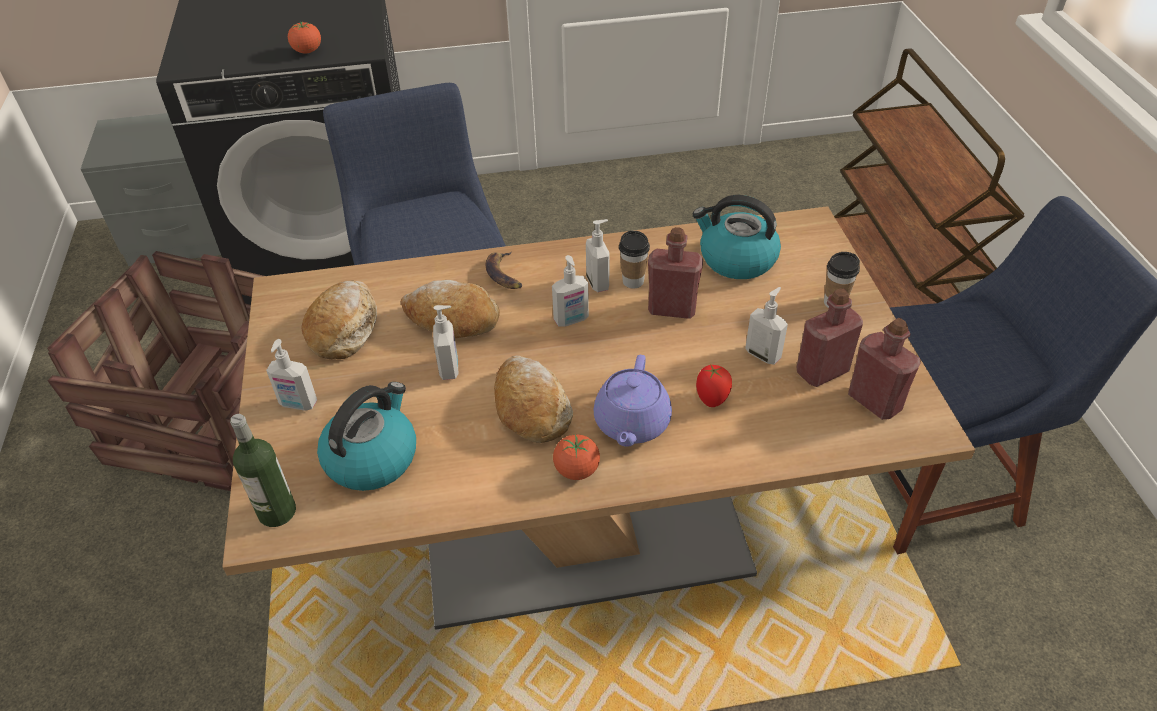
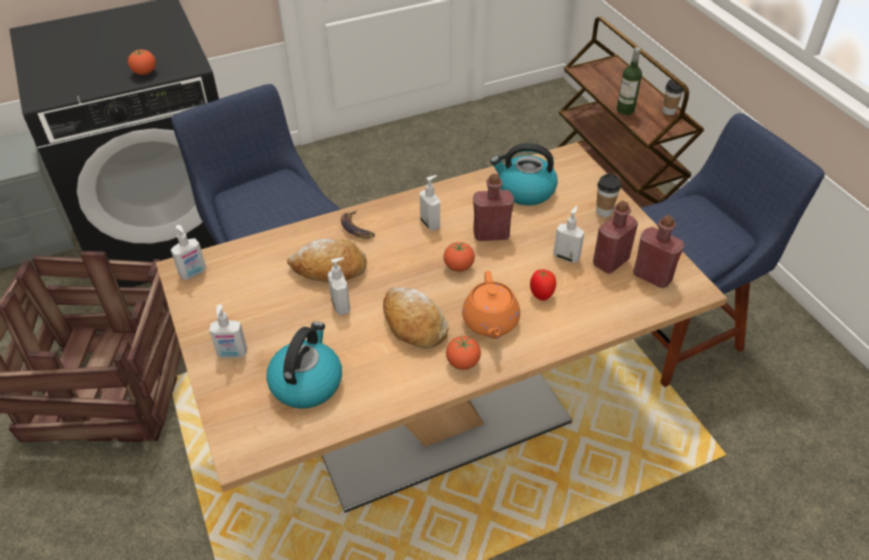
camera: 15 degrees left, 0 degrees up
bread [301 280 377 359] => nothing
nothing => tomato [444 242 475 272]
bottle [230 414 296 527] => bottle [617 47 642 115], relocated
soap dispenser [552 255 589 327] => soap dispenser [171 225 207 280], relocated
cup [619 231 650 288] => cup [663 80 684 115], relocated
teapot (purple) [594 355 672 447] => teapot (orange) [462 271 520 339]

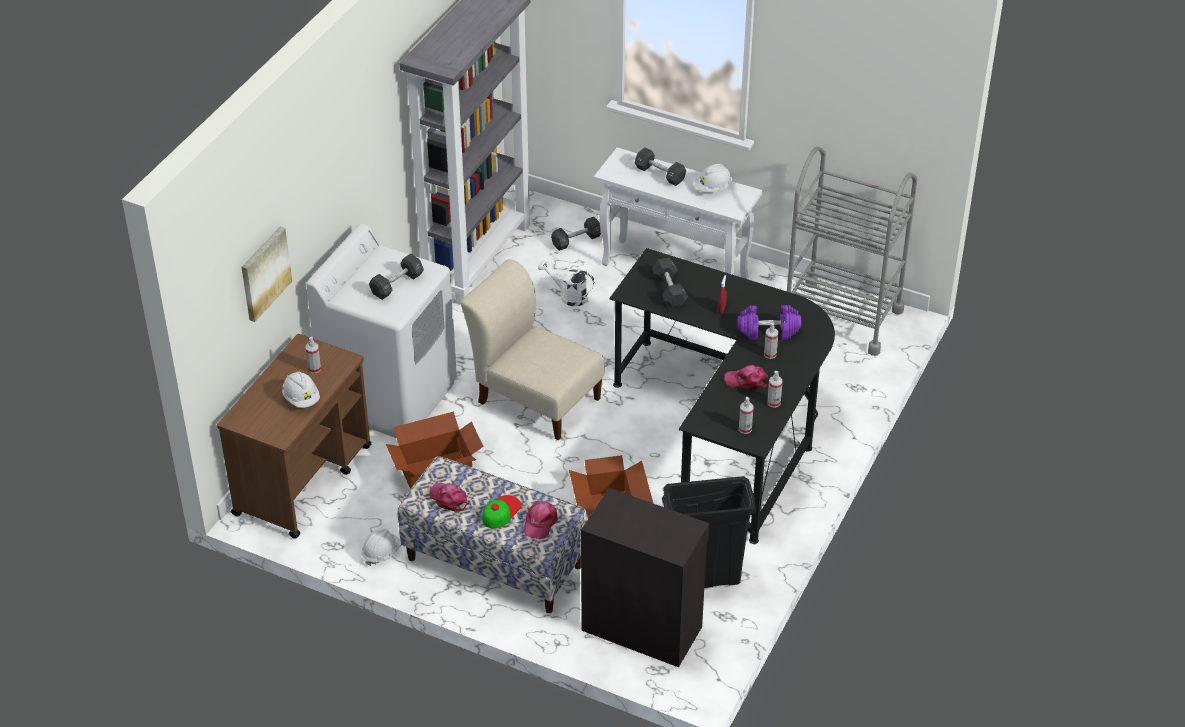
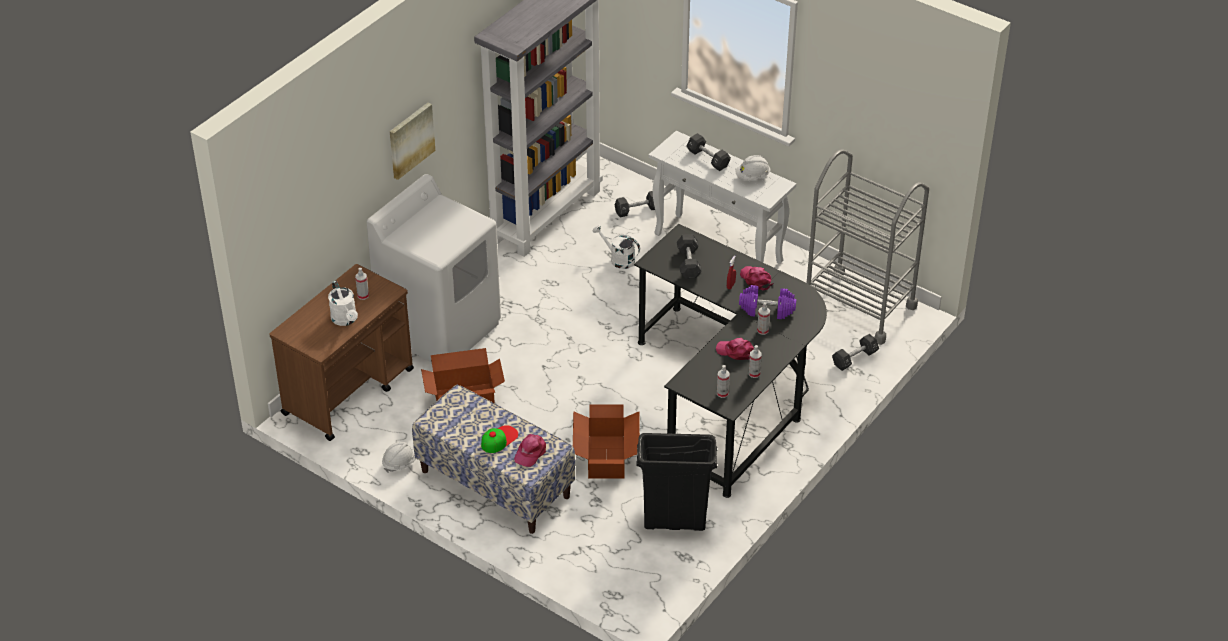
camera: 10 degrees right, 0 degrees up
chair (beige) [461 259 604 440] => nothing
cabinet (black) [581 488 710 667] => nothing
picture [242 227 292 322] => picture [390 103 435 180], relocated
dumbbell (black) [369 254 424 300] => dumbbell (black) [832 334 879 371], relocated
cap (pink) [429 483 470 512] => cap (pink) [740 266 773 290], relocated
hard hat (white) [282 371 320 408] => watering can (white) [328 281 358 326]

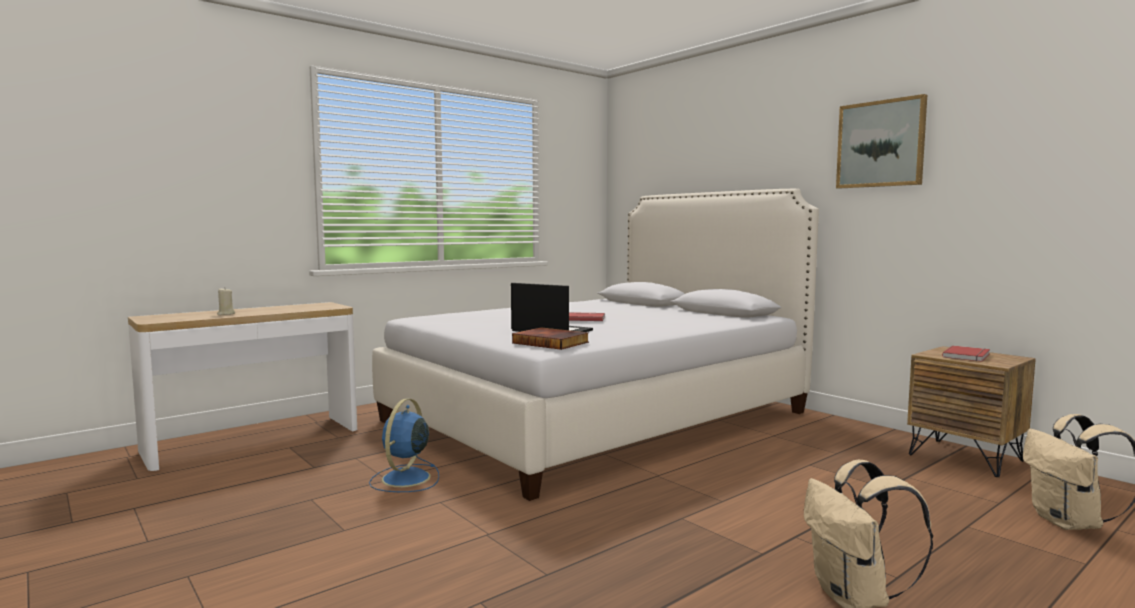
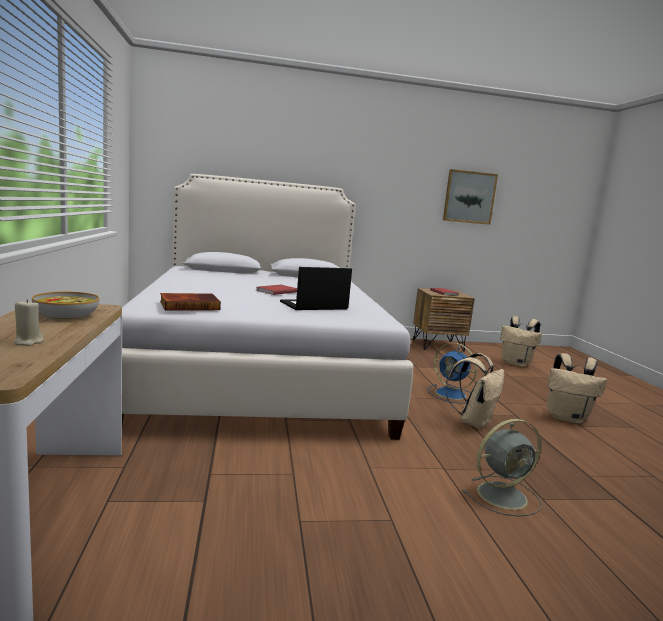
camera: 60 degrees left, 5 degrees up
nothing => bowl [32 292 100 321]
nothing => backpack (beige) [446 353 504 429]
nothing => fan (grey) [463 419 542 516]
fan (blue) [369 399 439 492] => fan (blue) [428 343 477 403], relocated
book [512 327 589 350] => book [160 293 221 311], relocated
picture [836 94 927 189] => picture [443 169 498 225], relocated

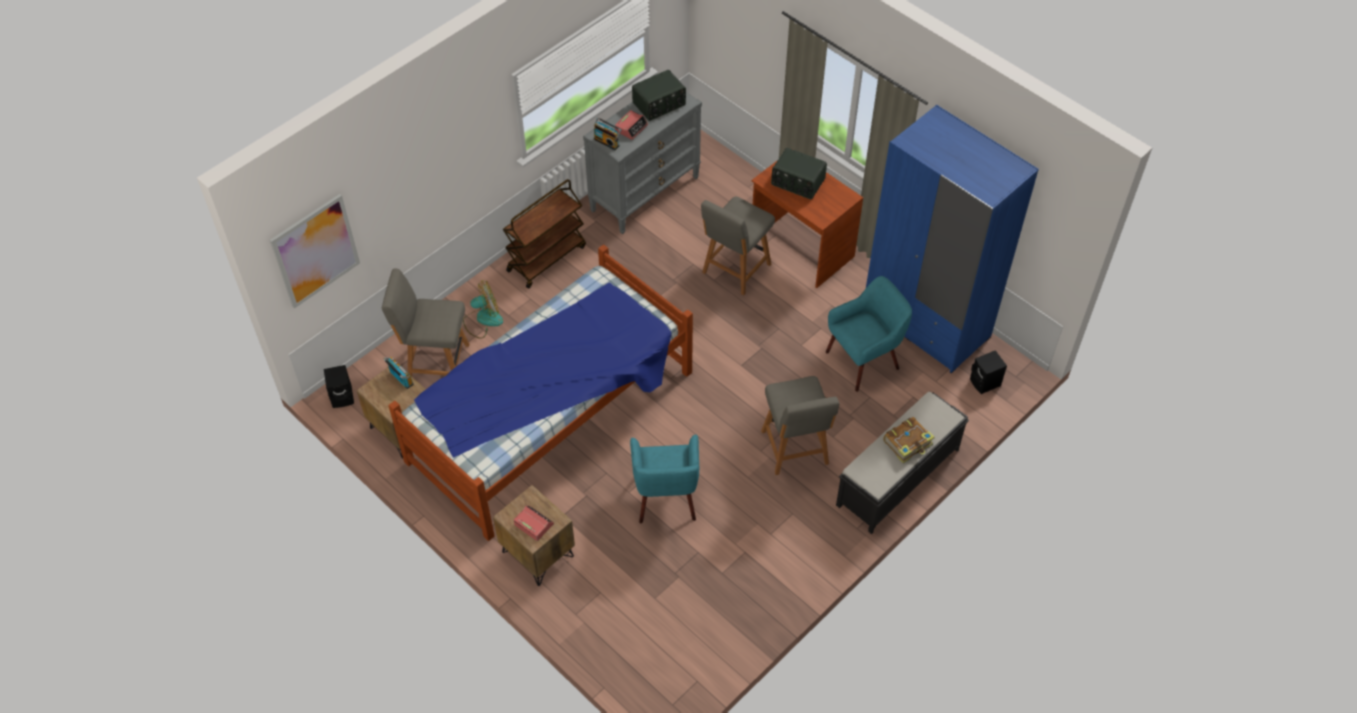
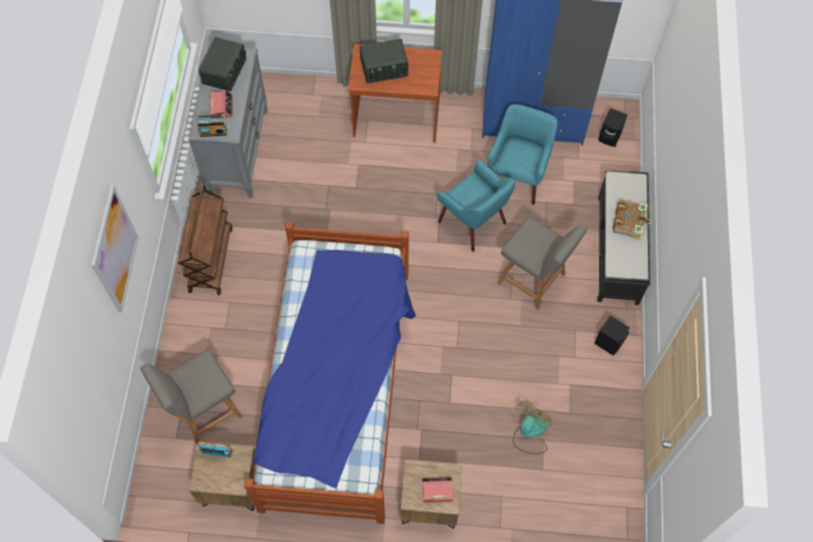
camera: 40 degrees left, 10 degrees up
chair (grey) [701 196 775 295] => nothing
picture [270 194 360 309] => picture [91 185 139 312], relocated
speaker (black) [324 365 354 408] => speaker (black) [594 315 630 355], relocated
fan [463 280 503 339] => fan [513 401 552 454], relocated
armchair (turquoise) [630 435 699 523] => armchair (turquoise) [437 160 515 252], relocated

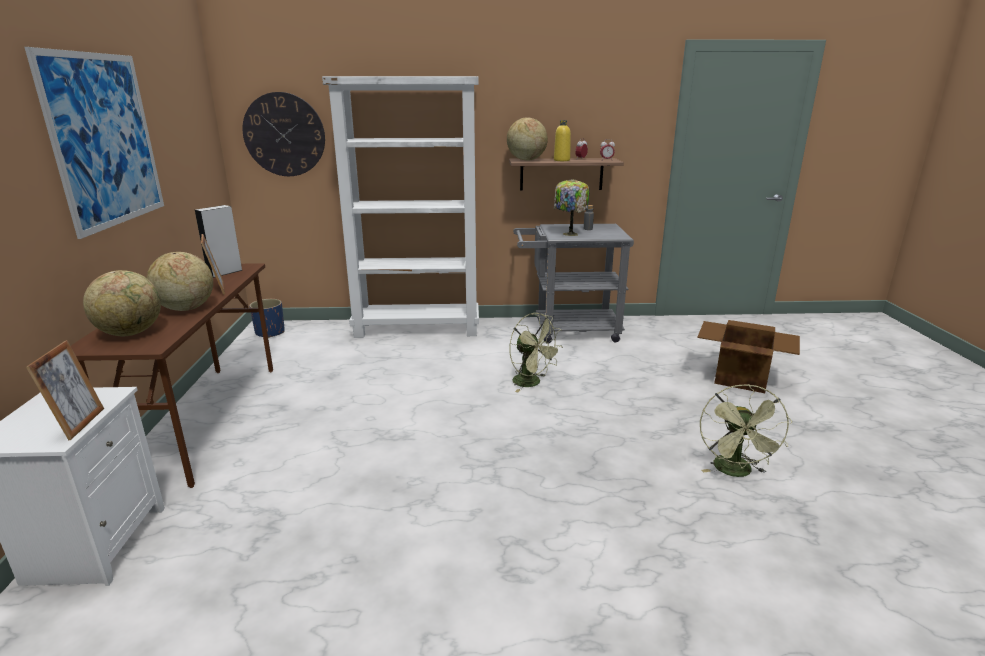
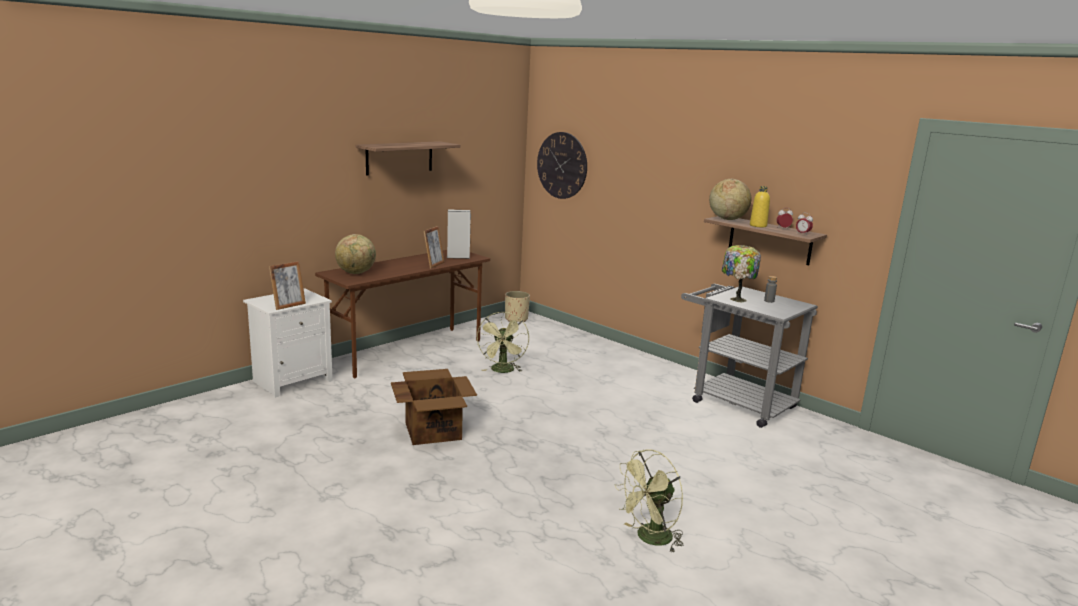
camera: 45 degrees right, 5 degrees down
globe [146 252 213 311] => nothing
bookcase (white) [322 76 479 338] => nothing
fan (green) [509 313 563 392] => fan (green) [477 312 529 373], relocated
cardboard box [697 320 800 393] => cardboard box [391 369 477 445], relocated
picture [24 47 164 239] => shelf [355 141 461 176]
planter (blue) [249 299 285 338] => planter (beige) [505 291 530 322]

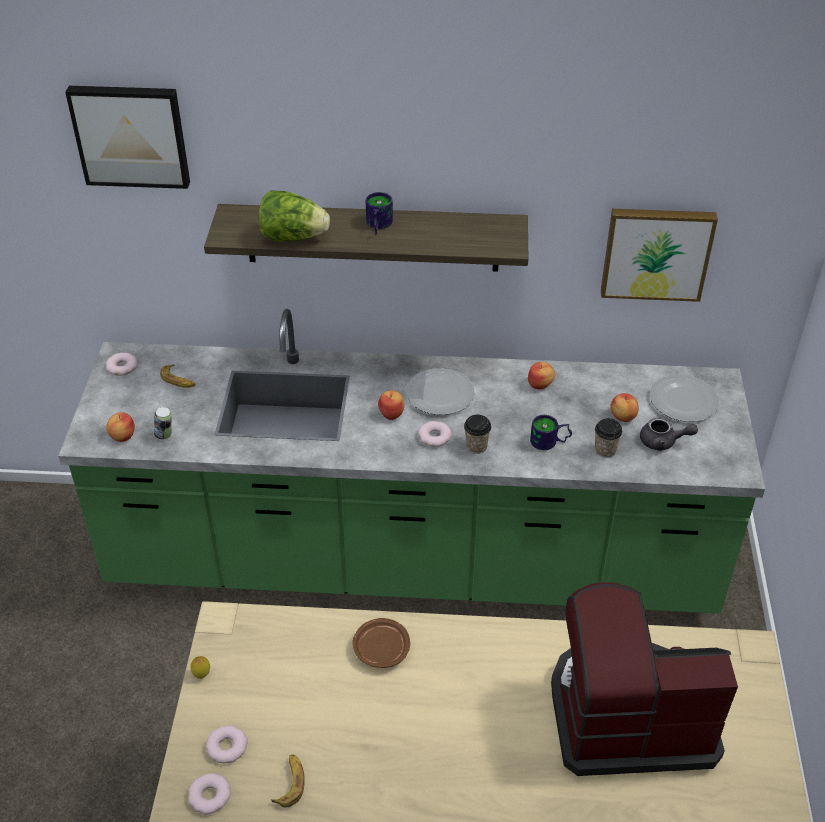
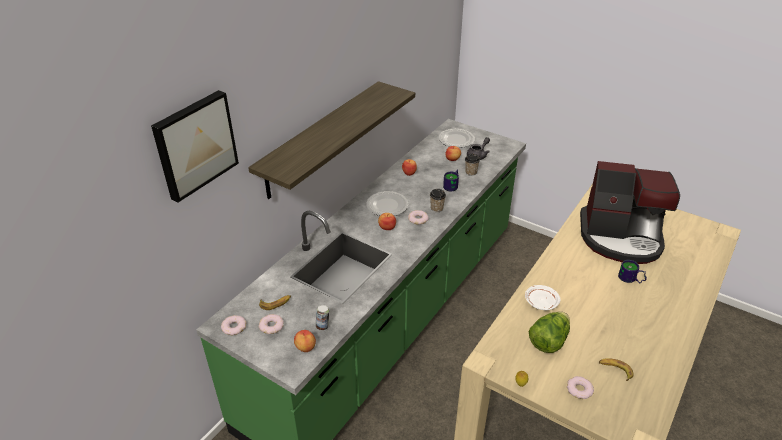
camera: 60 degrees left, 5 degrees down
picture [601 209 718 302] => nothing
donut [188 773 231 815] => donut [259 314 284 334], relocated
lettuce [259 190 330 242] => lettuce [529 312 570 353], relocated
mug [366 192 393 234] => mug [618 260 647 283], relocated
plate (brown) [353 618 410 668] => plate (white) [525 285 561 310]
coffee machine [551 582 738 776] => coffee machine [580 161 680 264], 105 degrees counterclockwise

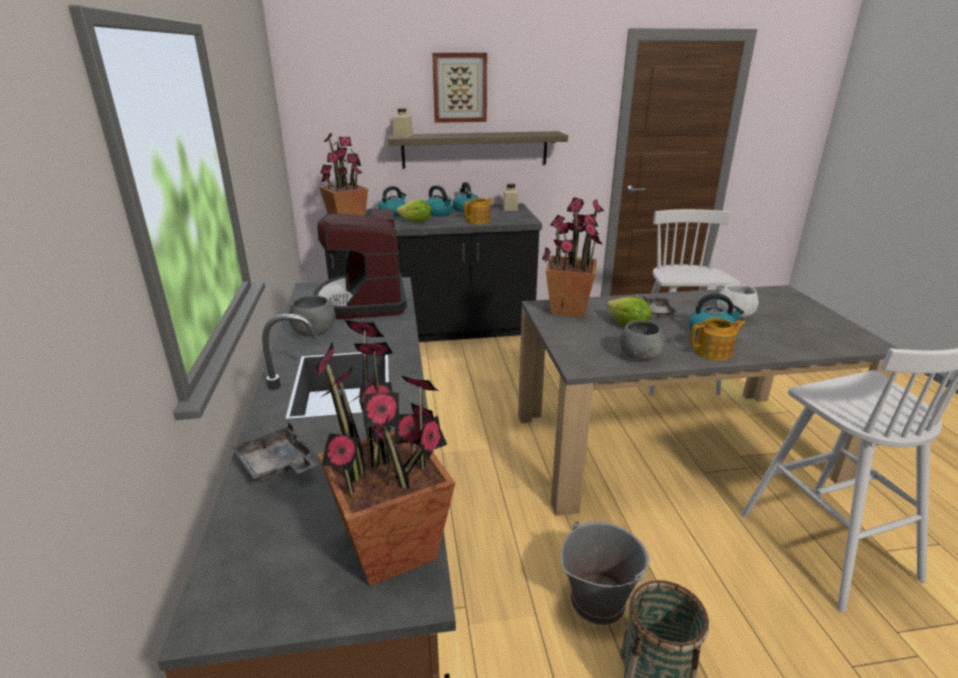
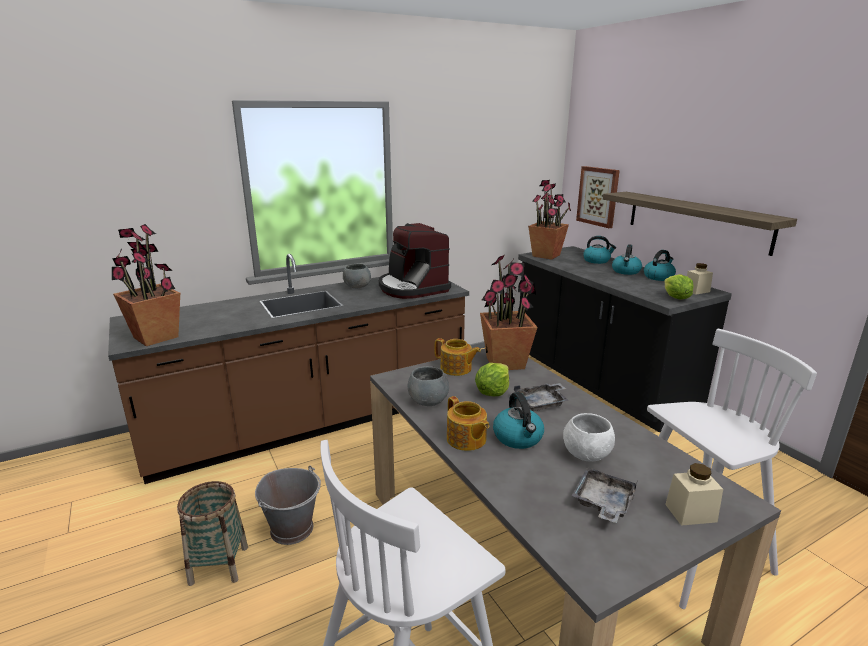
camera: 70 degrees right, 5 degrees down
tray (grey) [231 422 317 482] => tray (grey) [572 467 638 523], relocated
jar (beige) [393 108 413 138] => jar (beige) [665 463 723 526], relocated
lettuce [397 199 432 222] => lettuce [664 274 693 300], relocated
picture [432 53 487 123] => picture [576 166 620 228], relocated
teapot [464 198 493 224] => teapot [434 338 481 376], relocated
coffee machine [313 208 407 319] => coffee machine [379 223 451 299], 90 degrees counterclockwise

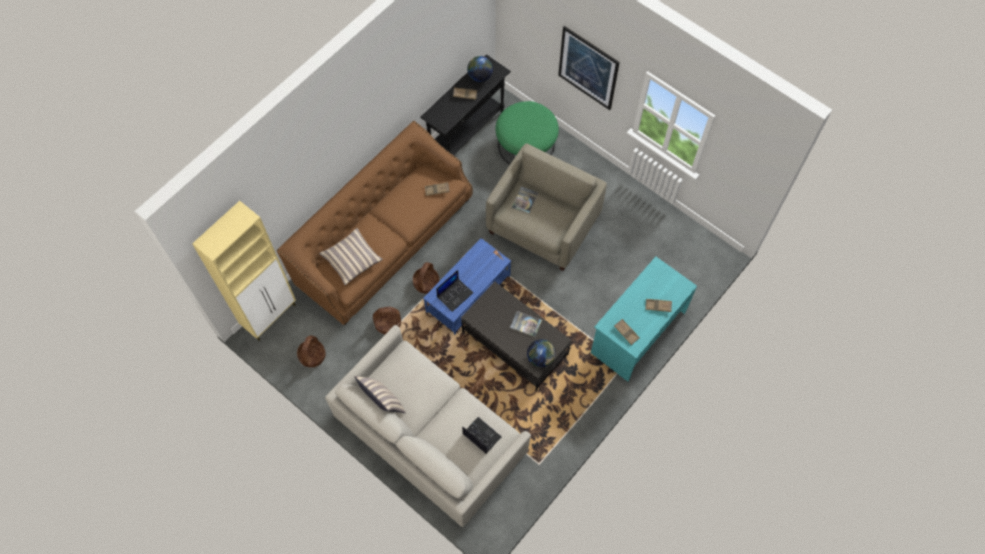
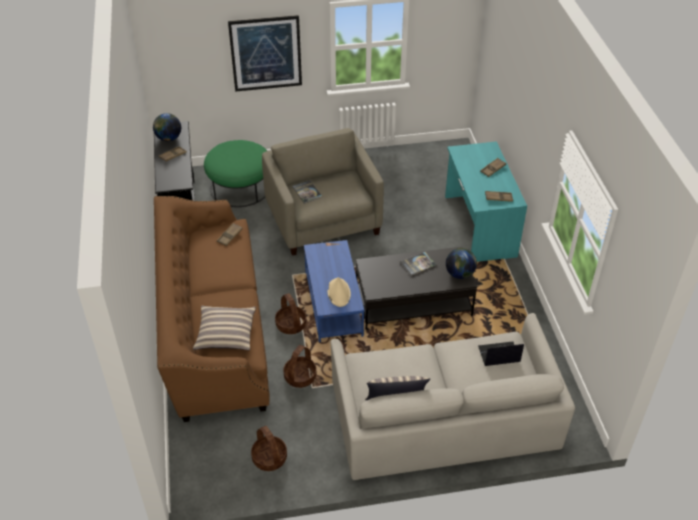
camera: 50 degrees left, 20 degrees down
cabinet (beige) [192 201 296 341] => nothing
laptop [436 270 473 312] => hat (beige) [327 277 351 307]

